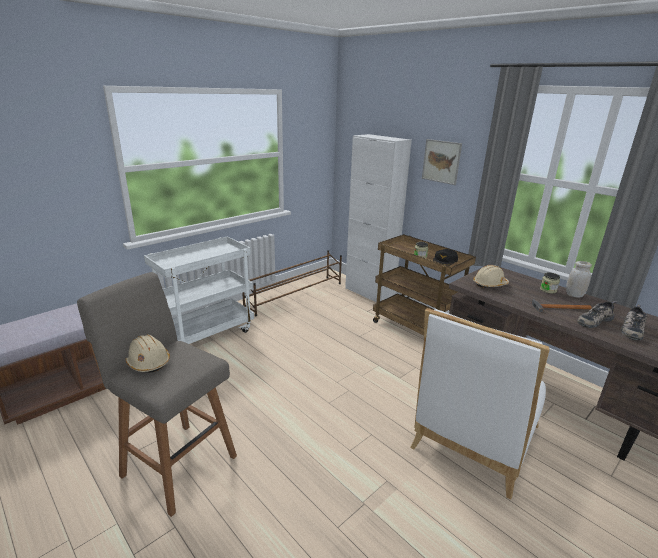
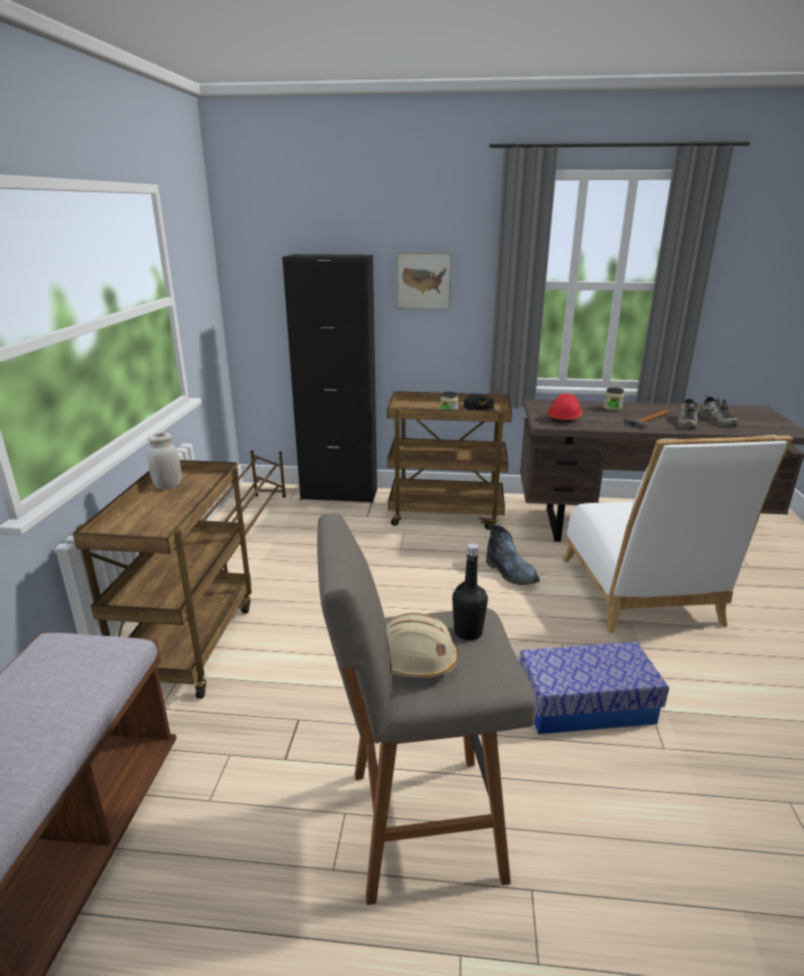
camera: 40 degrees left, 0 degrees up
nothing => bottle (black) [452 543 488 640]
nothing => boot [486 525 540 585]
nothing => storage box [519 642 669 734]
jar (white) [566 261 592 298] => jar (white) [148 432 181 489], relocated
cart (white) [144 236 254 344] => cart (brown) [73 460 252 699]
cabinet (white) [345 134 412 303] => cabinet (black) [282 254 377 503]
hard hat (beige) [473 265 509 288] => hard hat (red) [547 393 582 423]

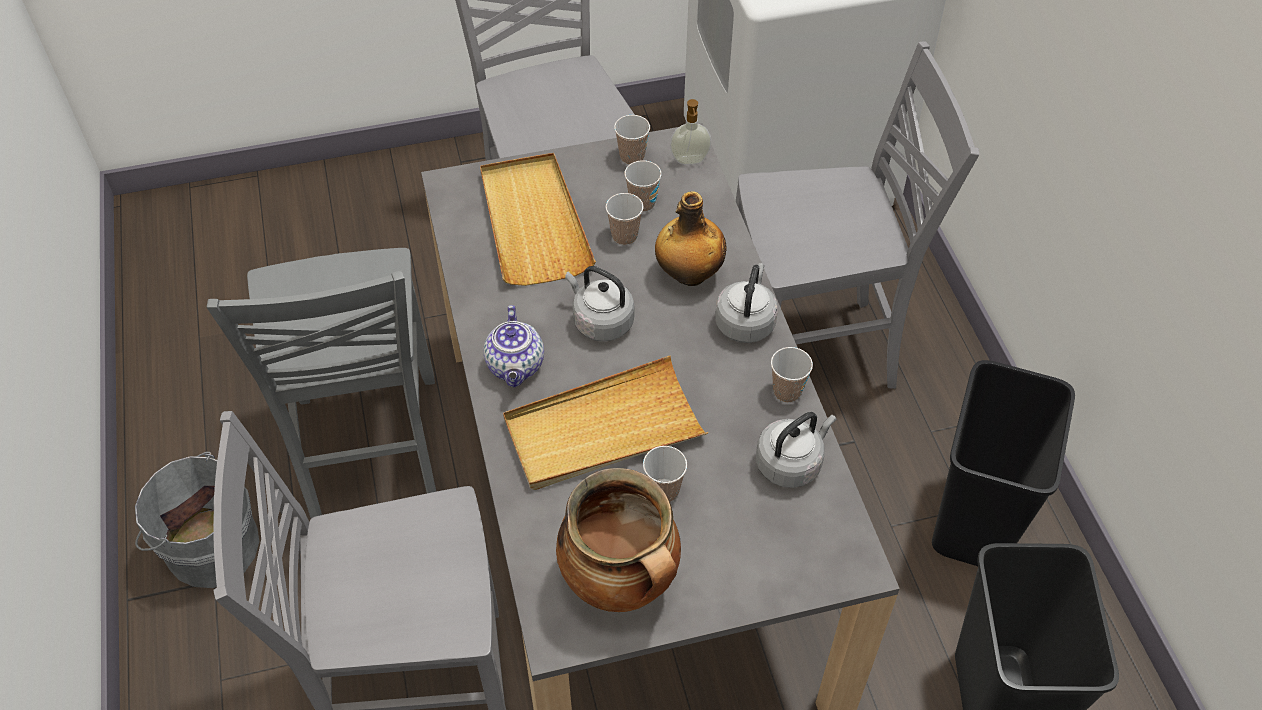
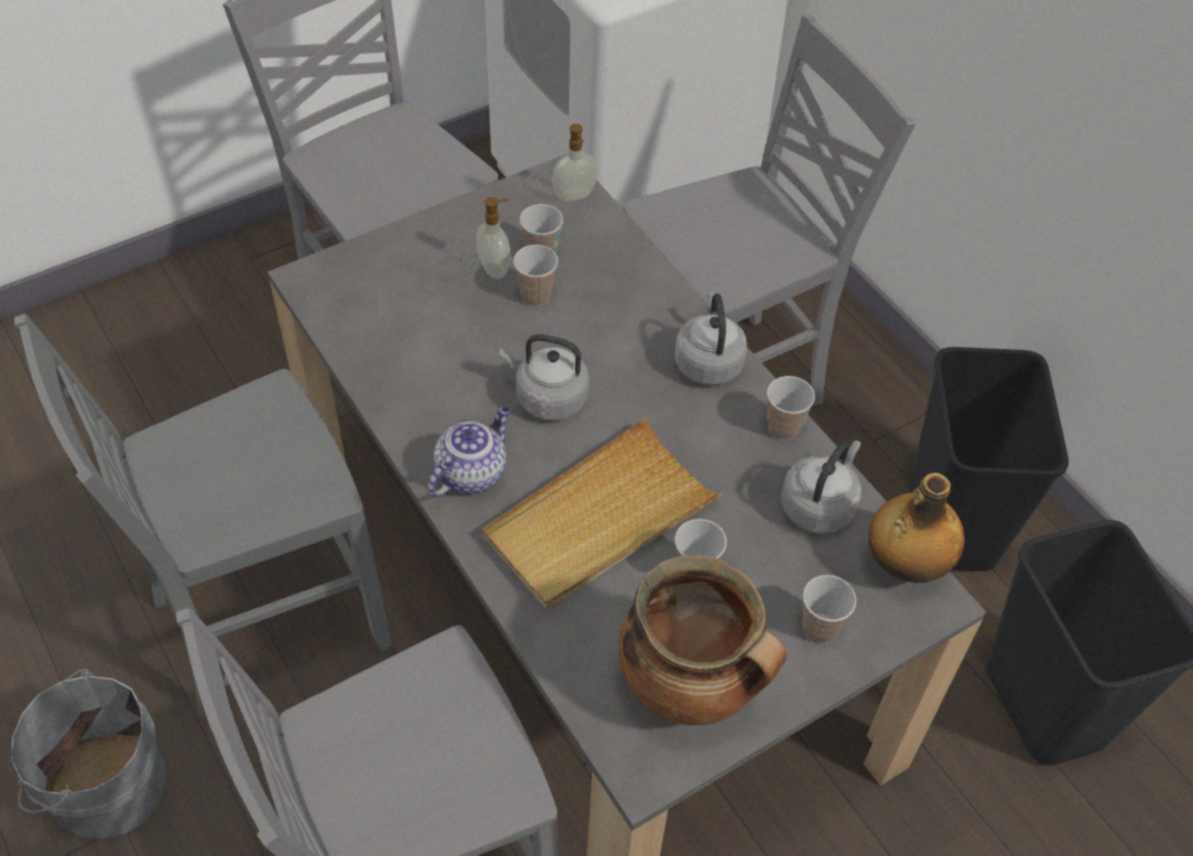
camera: 20 degrees left, 0 degrees up
tray (beige) [480 153 596 286] => nothing
nothing => soap dispenser [476 197 510 279]
cup [614 115 650 165] => cup [802 575 857 644], relocated
bottle [655 192 727 286] => bottle [869 473 965 583], relocated
chair (grey) [207 248 436 519] => chair (grey) [14 314 392 718], 90 degrees clockwise
teapot [483 305 544 387] => teapot [427 406 510 497], 120 degrees counterclockwise

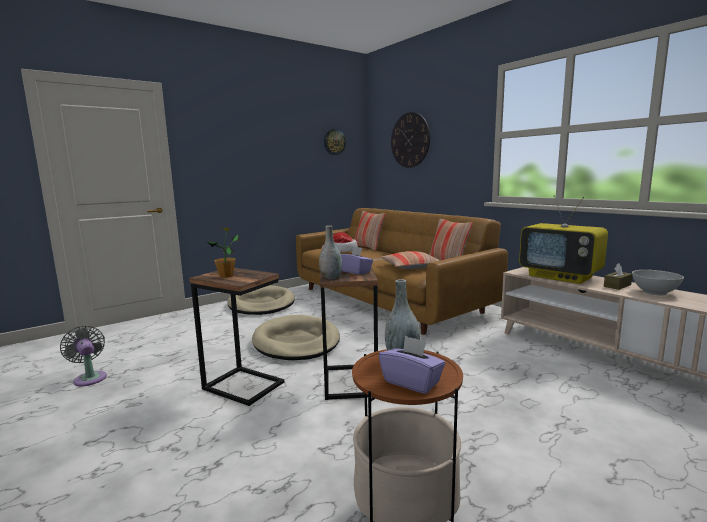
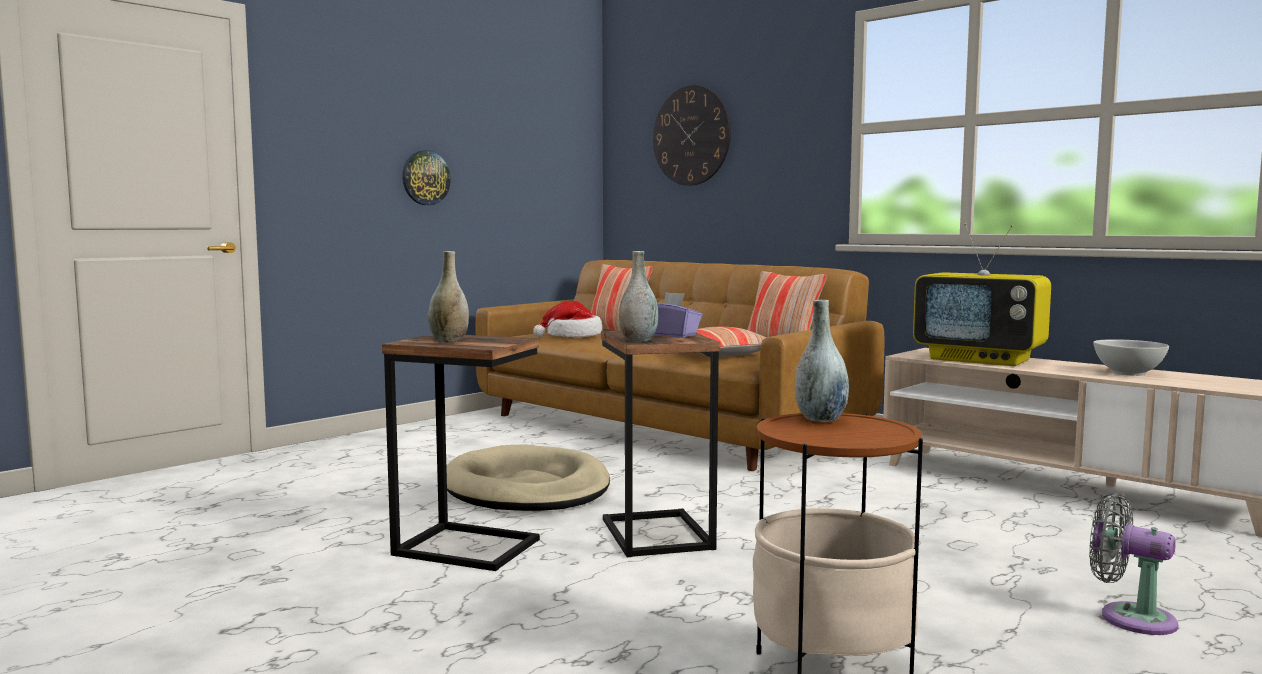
camera: 10 degrees left, 5 degrees down
dog bed (beige) [227 285 295 315] => nothing
tissue box (purple) [379 336 446 394] => nothing
tissue box (brown) [604 263 632 290] => nothing
fan (grey) [60 326 107 386] => fan (grey) [1089 493 1178 635], relocated
wall clock [324 129 346 155] => wall clock [402 150 451 205], relocated
potted plant [208 227 240 278] => vase (grey) [428 251 469 343]

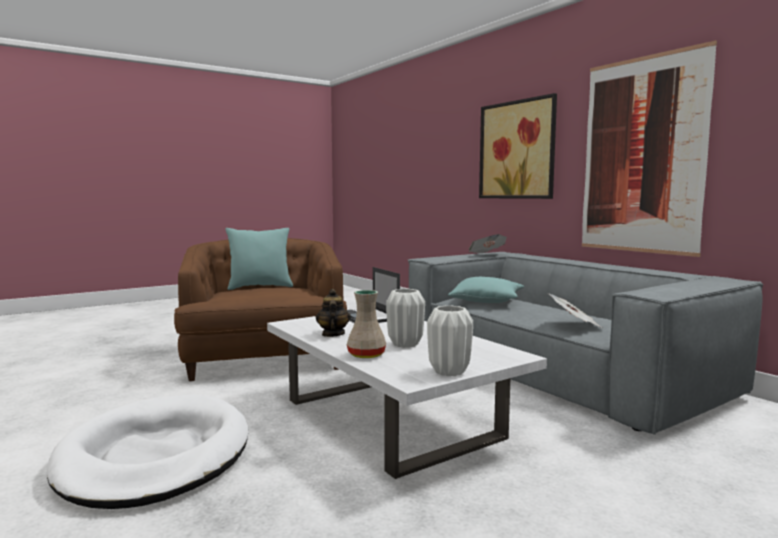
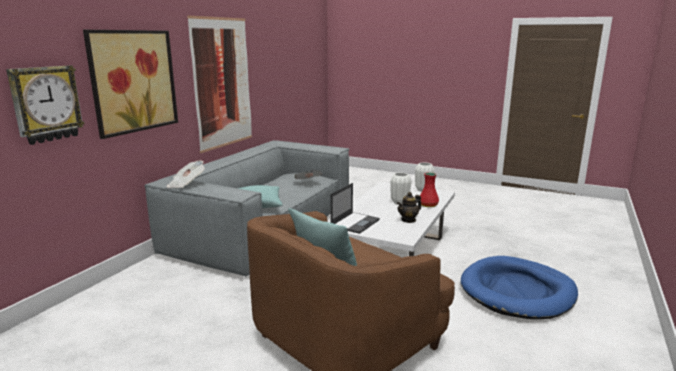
camera: 120 degrees left, 10 degrees up
nothing => wall clock [6 65 85 145]
dog bed (white) [47 395 249 509] => dog bed (blue) [461 256 578 319]
vase (beige) [347 290 386 358] => vase (red) [420 172 439 207]

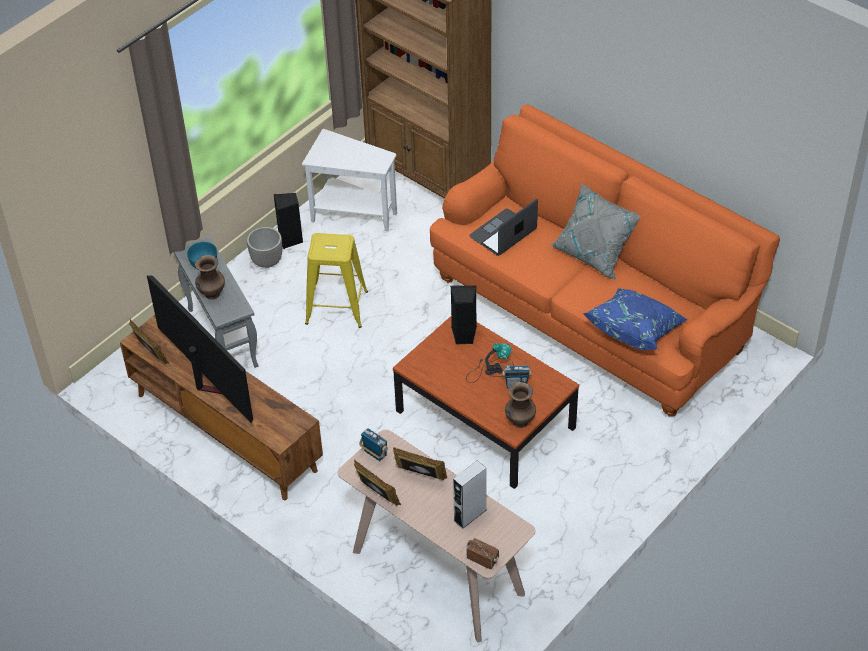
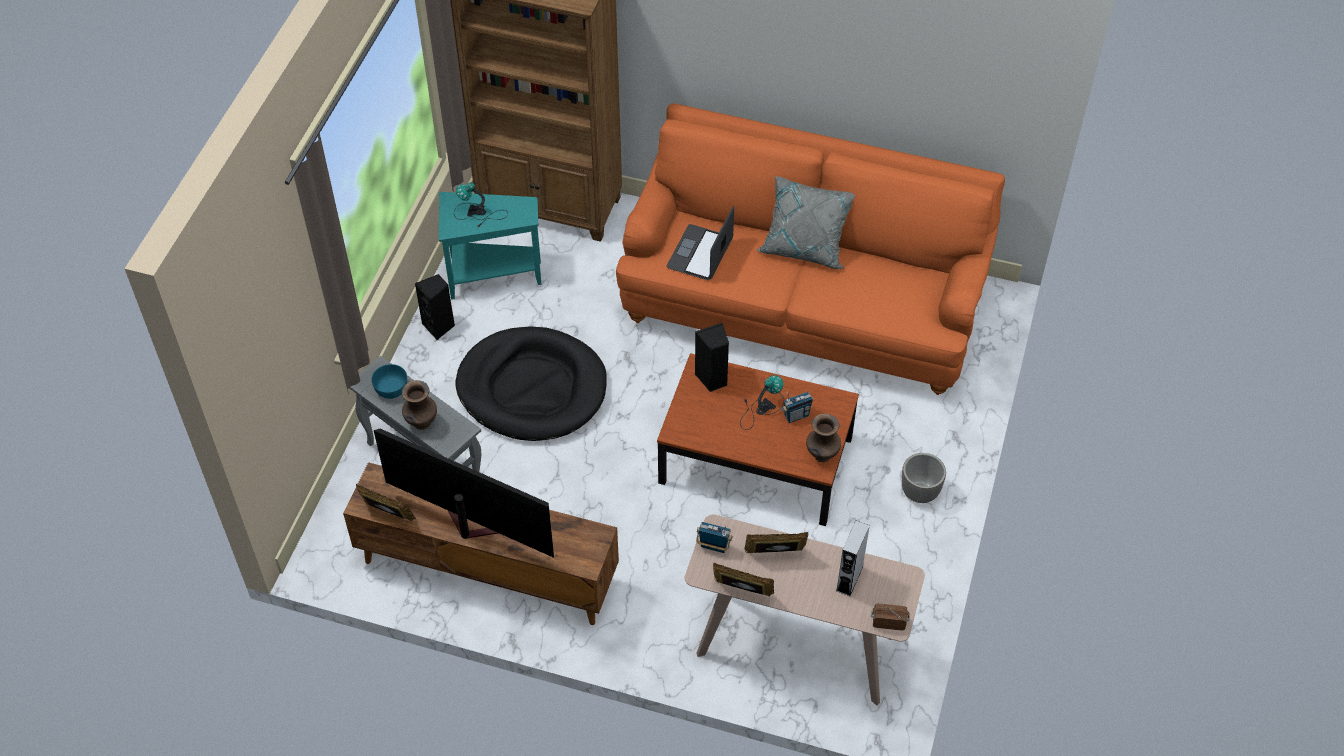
camera: 25 degrees left, 5 degrees up
pillow (blue) [583 288 687 350] => nothing
nothing => table lamp [454 182 508 227]
planter [247 227 282 268] => planter [902 453 946 503], relocated
stool (yellow) [305 233 368 328] => dog bed (black) [455 326 607 441]
side table (white) [302 129 397 232] => side table (turquoise) [439 192 541 299]

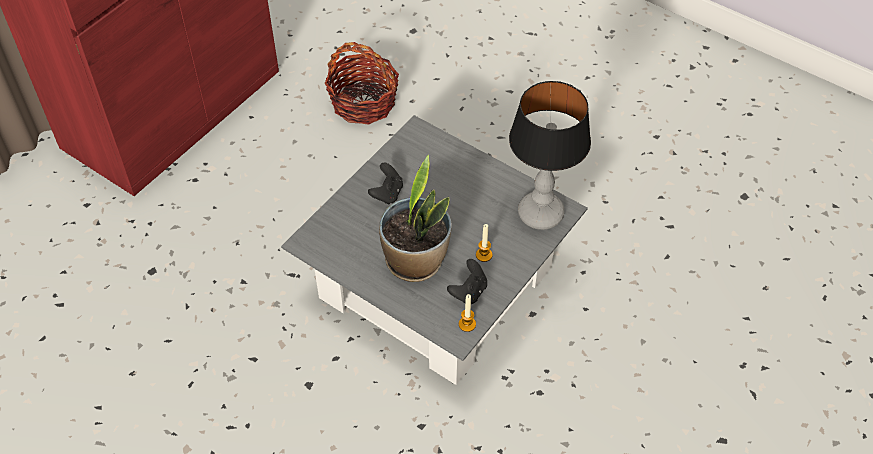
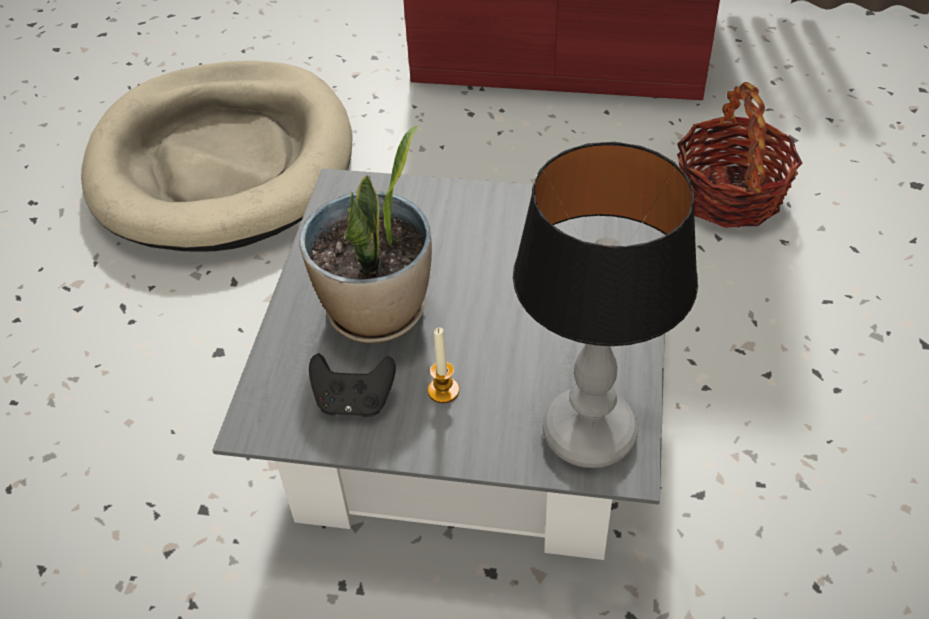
camera: 65 degrees right, 5 degrees down
game controller (black) [368 163 403 204] => nothing
candle [459 294 476 332] => nothing
nothing => dog bed (beige) [81 61 352 252]

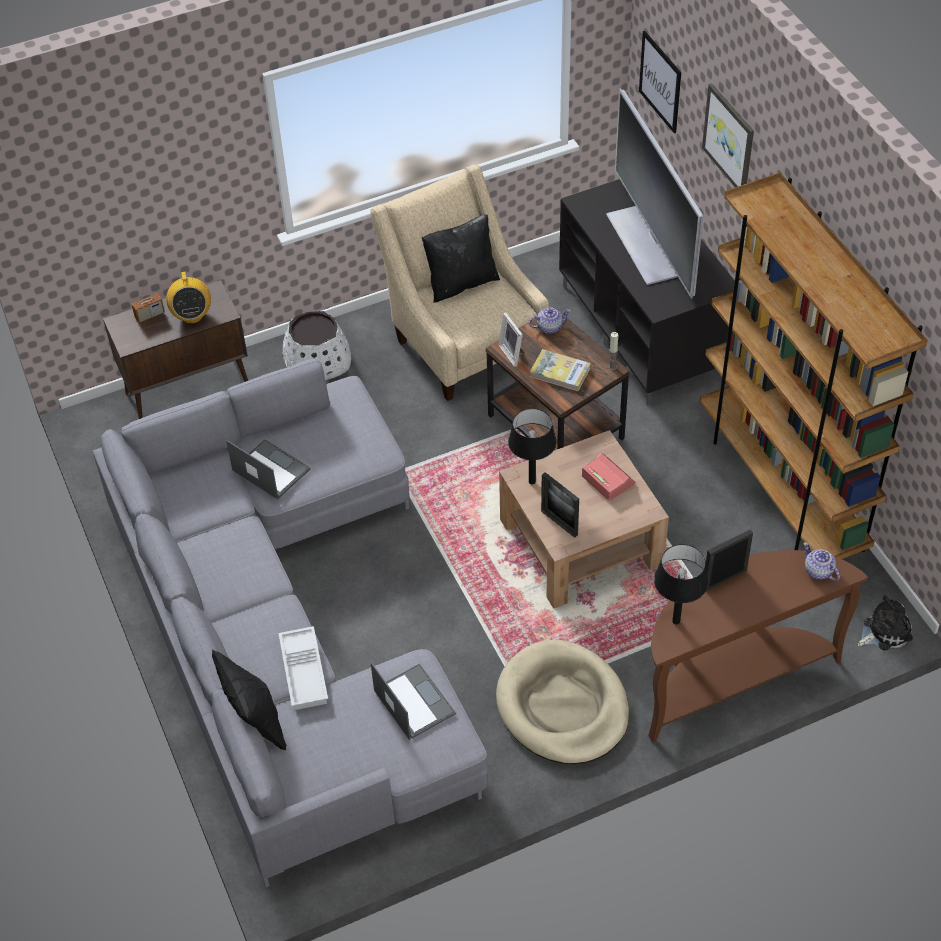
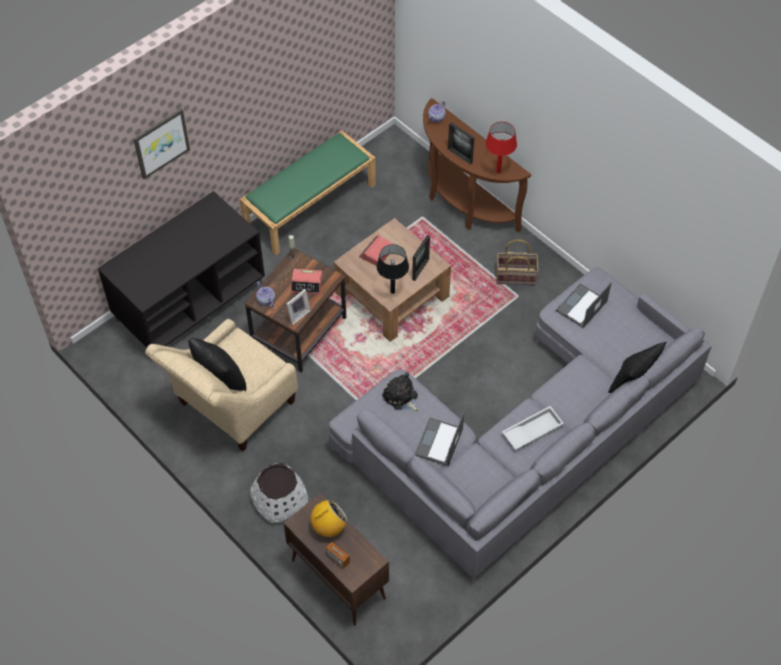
camera: 110 degrees left, 5 degrees up
television [606 88 703 299] => nothing
picture [639 31 681 133] => nothing
tray (white) [279 626 328 710] => tray (white) [502 406 564 450], relocated
plush toy [858 595 913 650] => plush toy [382 372 419 411], relocated
dog bed (beige) [496 640 629 764] => basket [496 239 538 285]
book [530 349 591 391] => alarm clock [291 269 323 295]
bookcase (brown) [700 173 928 559] => bench (green) [240 131 376 255]
table lamp (black) [654 544 708 624] => table lamp (red) [485 122 517 173]

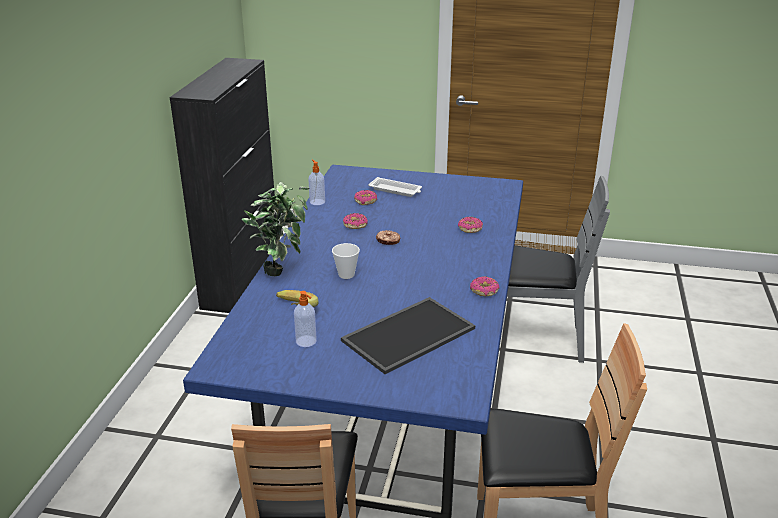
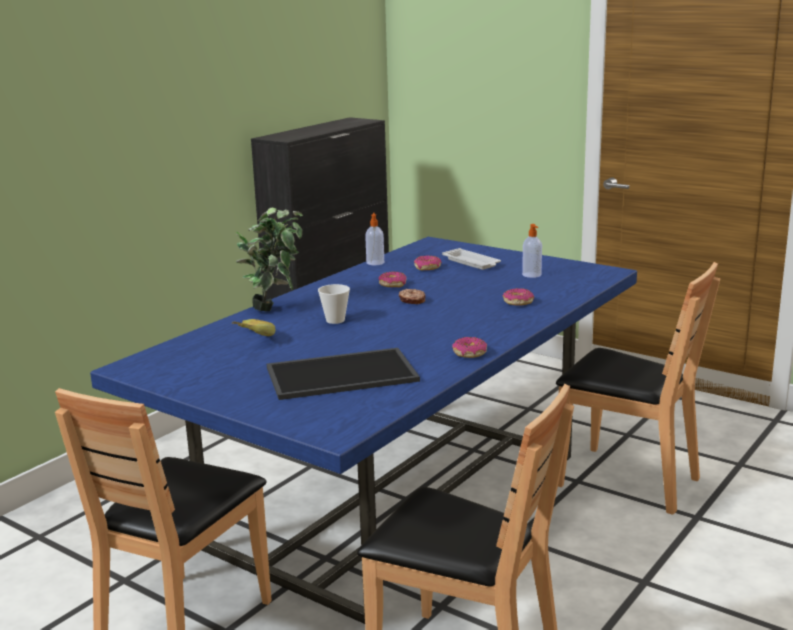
camera: 25 degrees right, 10 degrees down
soap dispenser [294 291 317 347] => soap dispenser [522 224 542 278], relocated
chair (grey) [507 175 610 363] => chair (brown) [556 262 720 515]

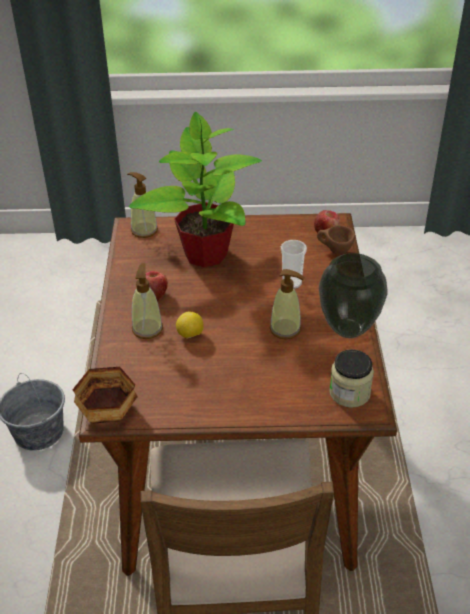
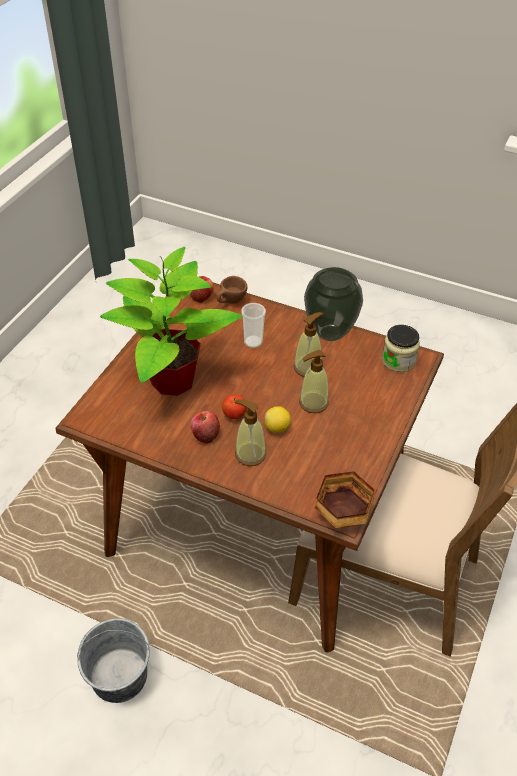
camera: 65 degrees left, 5 degrees up
nothing => apple [222 395 247 419]
soap dispenser [127 172 158 238] => soap dispenser [299 350 329 413], relocated

